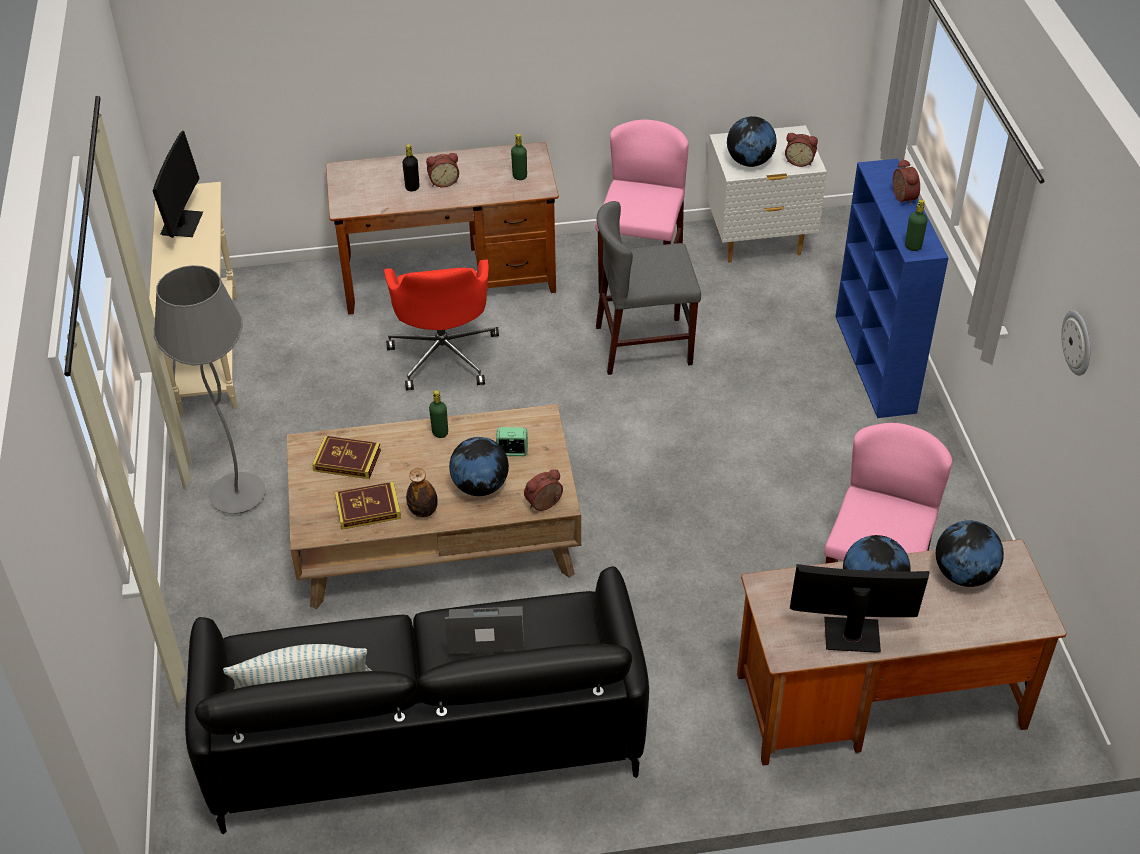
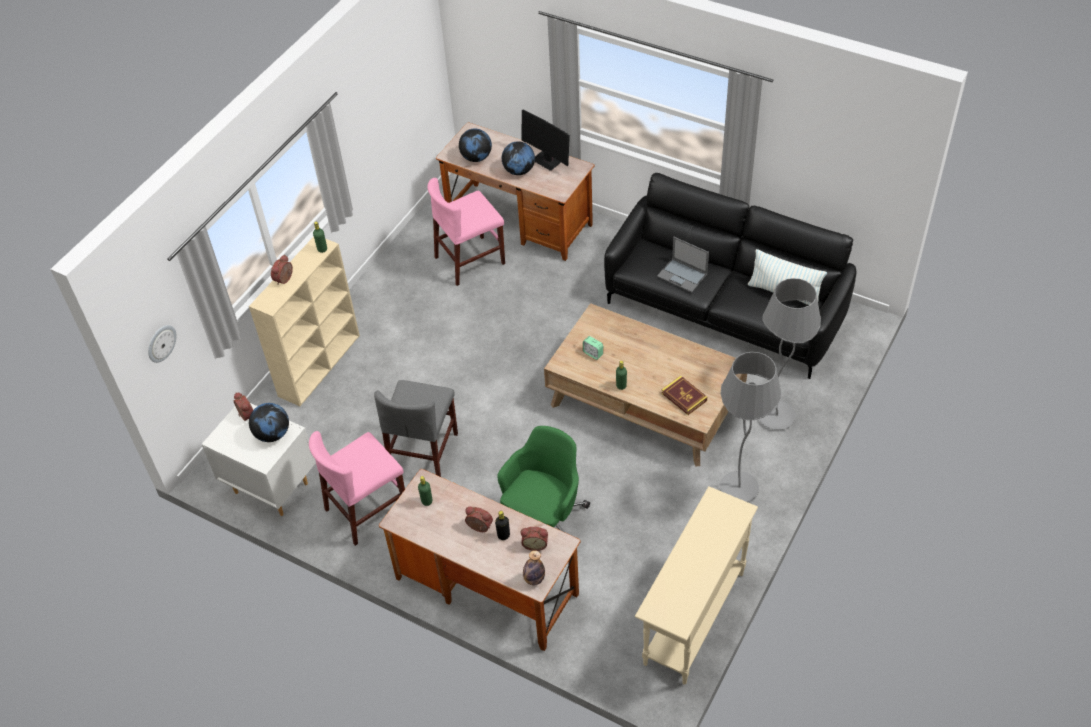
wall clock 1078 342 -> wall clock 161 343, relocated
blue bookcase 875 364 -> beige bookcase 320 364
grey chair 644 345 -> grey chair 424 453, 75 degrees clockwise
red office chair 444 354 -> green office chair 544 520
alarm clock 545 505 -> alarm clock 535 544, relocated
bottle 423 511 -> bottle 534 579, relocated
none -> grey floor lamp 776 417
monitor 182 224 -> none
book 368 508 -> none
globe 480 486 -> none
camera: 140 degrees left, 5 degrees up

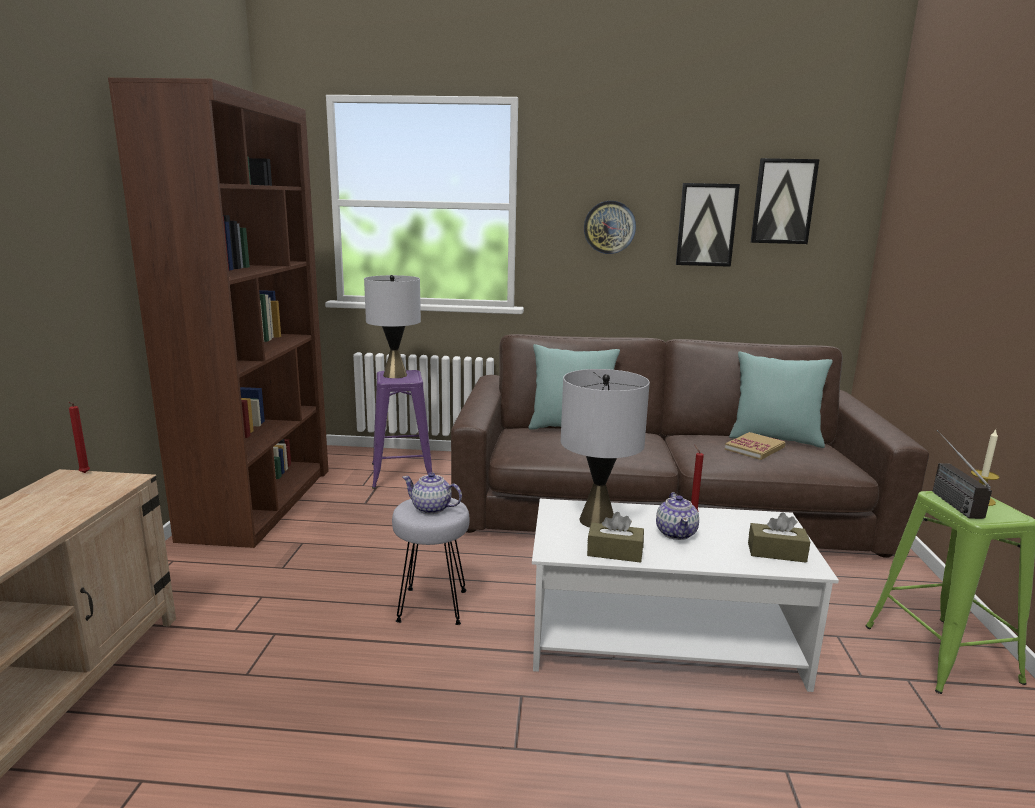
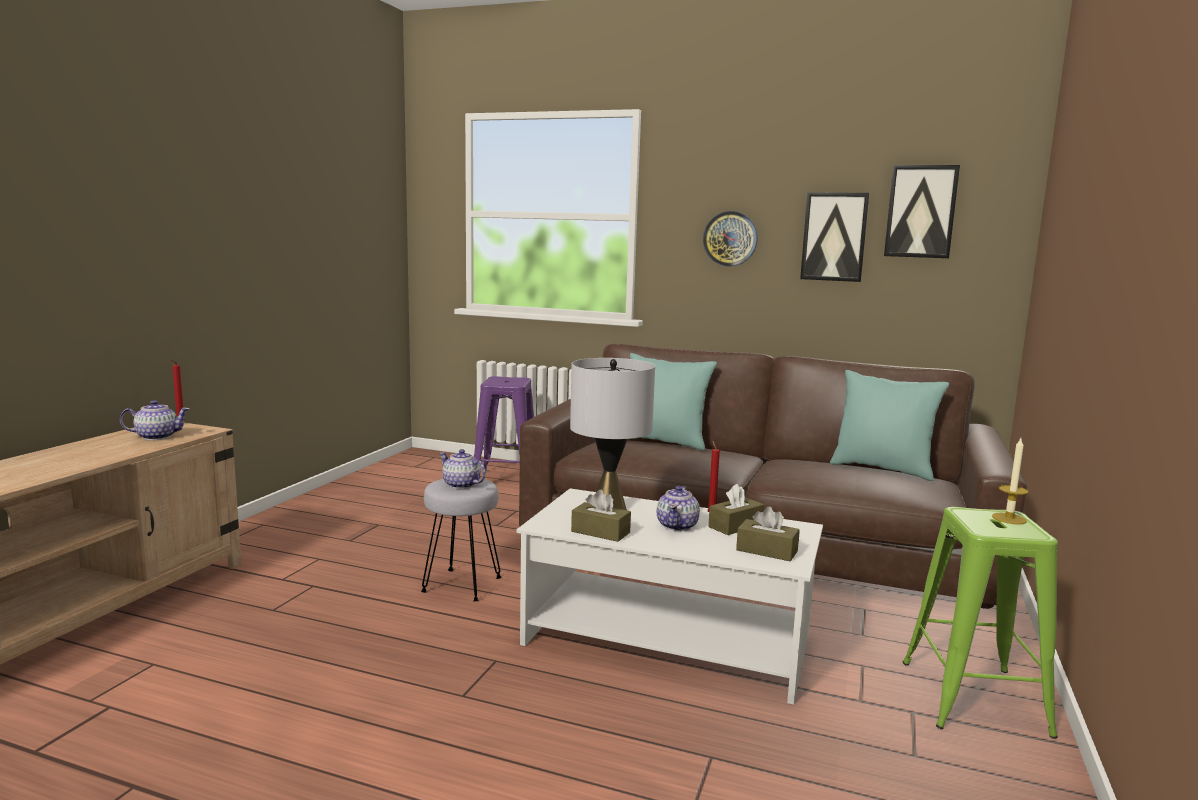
none -> teapot 156 436
none -> brown tissue box 735 526
brown bookcase 260 502 -> none
grey table lamp 395 375 -> none
book 754 448 -> none
radio 945 497 -> none
camera: 15 degrees right, 5 degrees down

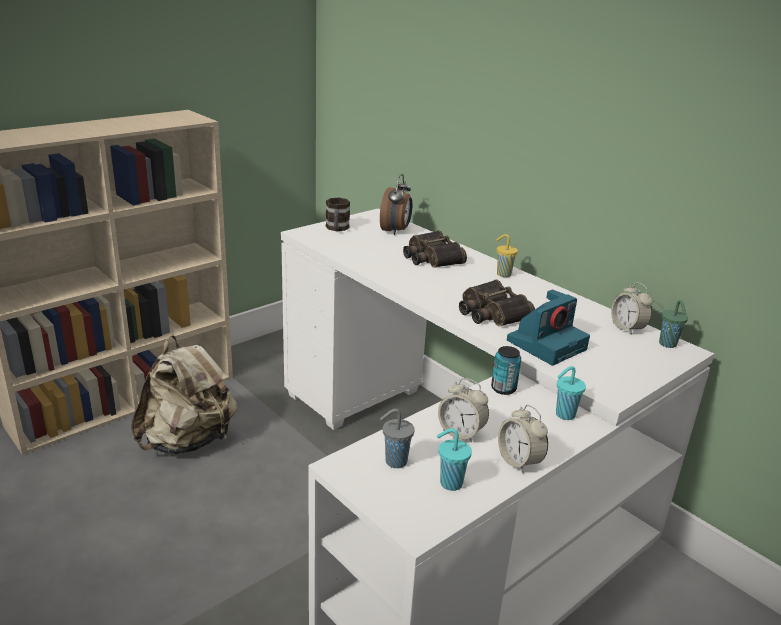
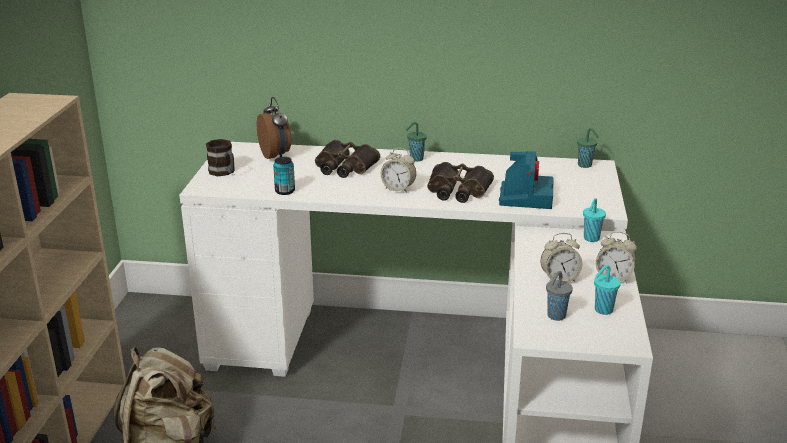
can 503 389 -> can 285 191, relocated
alarm clock 627 328 -> alarm clock 398 189, relocated
yellow cup 502 274 -> green cup 415 159
camera: 40 degrees left, 0 degrees up

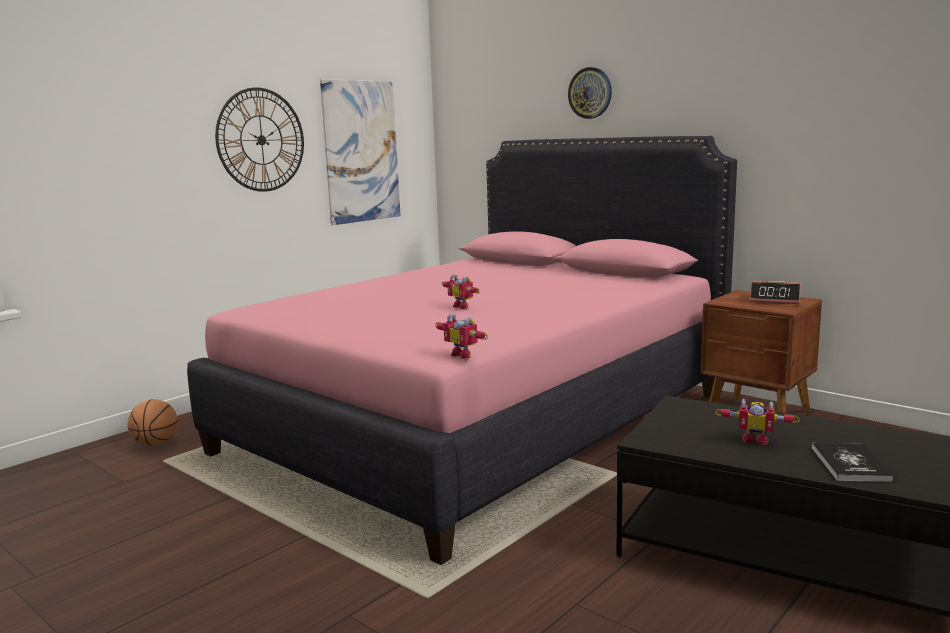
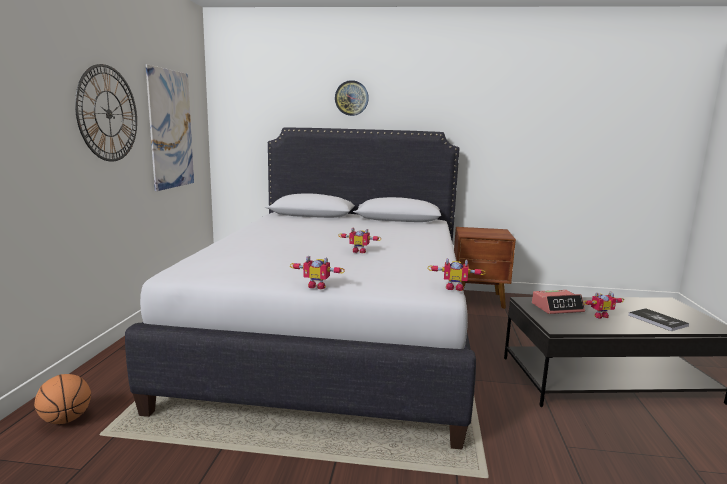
pink bed 480 422 -> white bed 335 335
none -> toy robot 317 286
alarm clock 775 300 -> alarm clock 557 307, relocated
camera: 35 degrees left, 0 degrees up

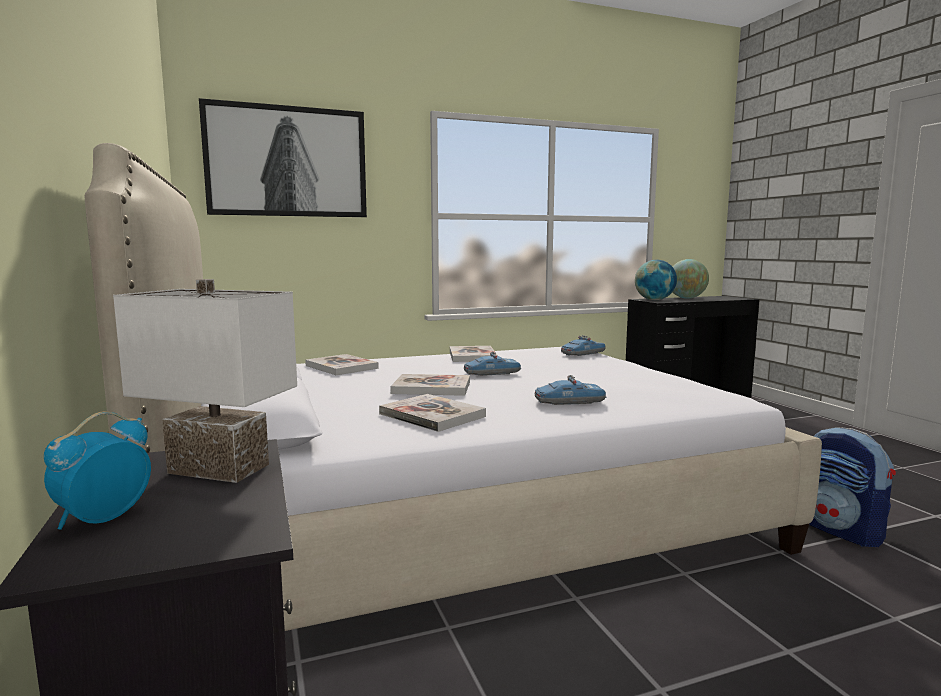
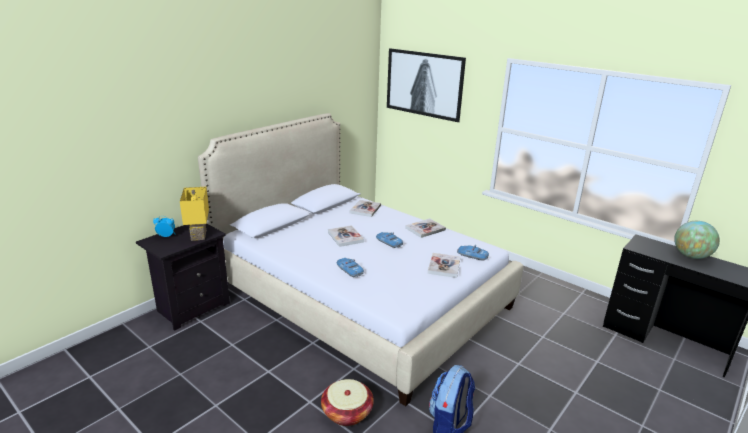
white table lamp 223 467 -> yellow table lamp 200 235
none -> basket 347 412
book 432 415 -> book 444 266, relocated
globe 654 300 -> none
camera: 60 degrees right, 15 degrees up

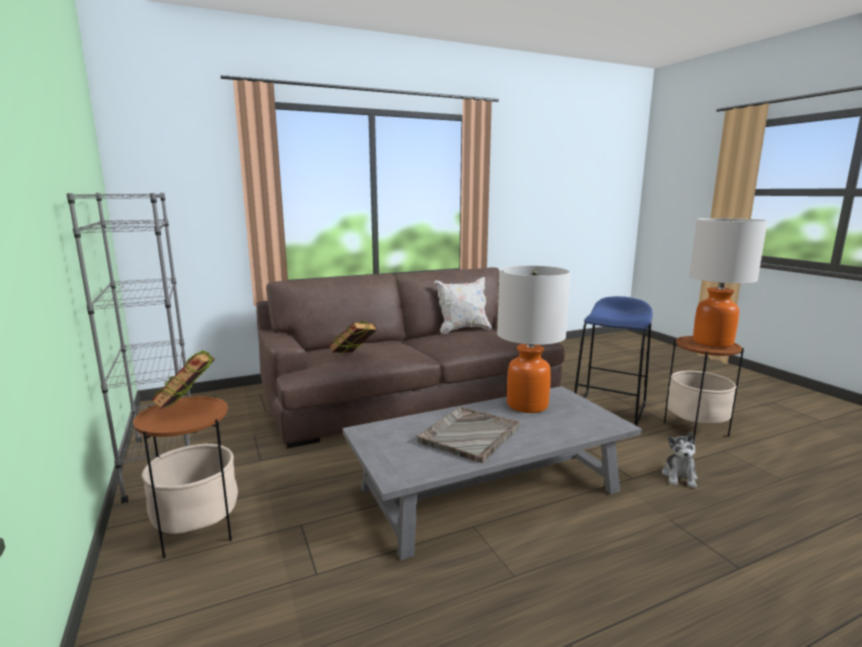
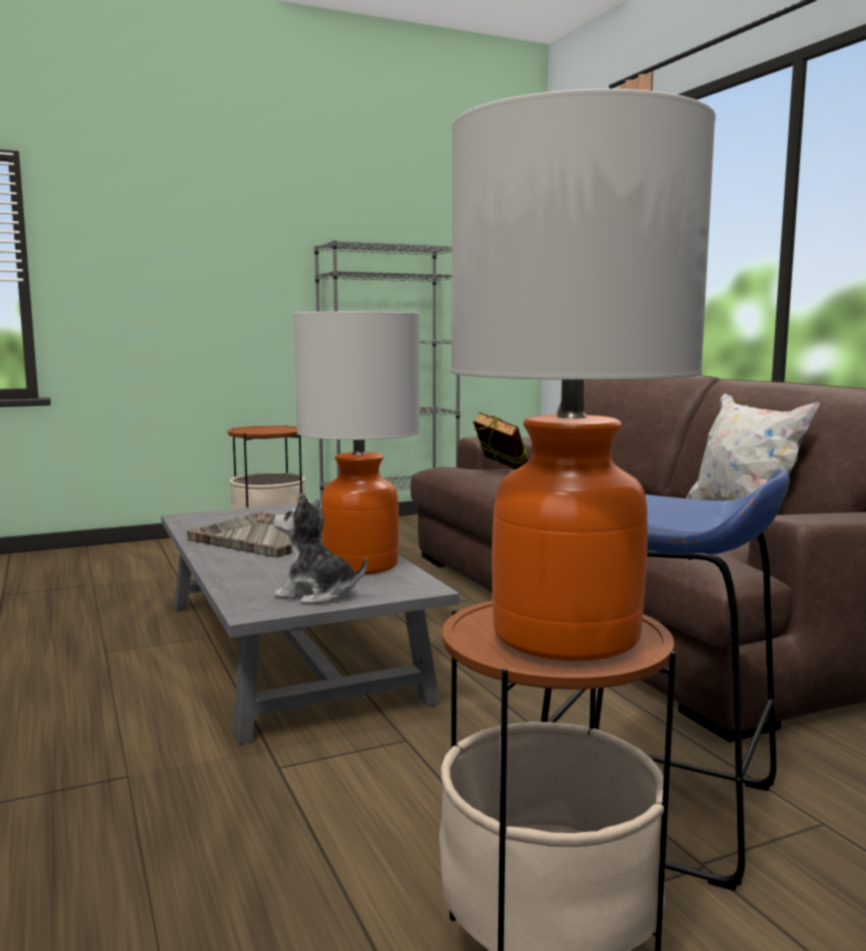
plush toy 679 476 -> plush toy 316 594, relocated
book 188 406 -> none
camera: 90 degrees right, 5 degrees down

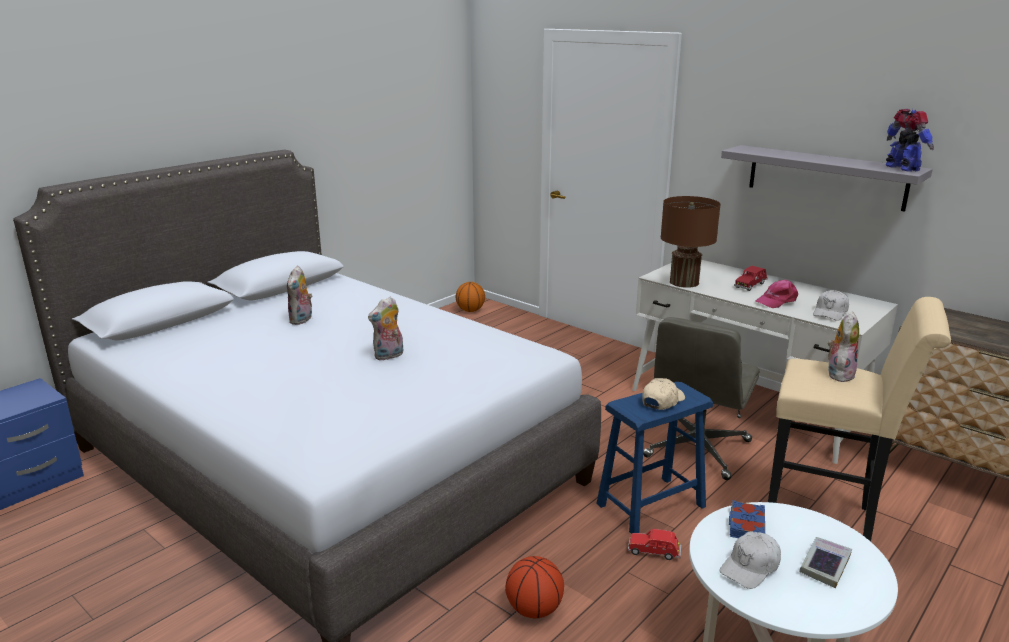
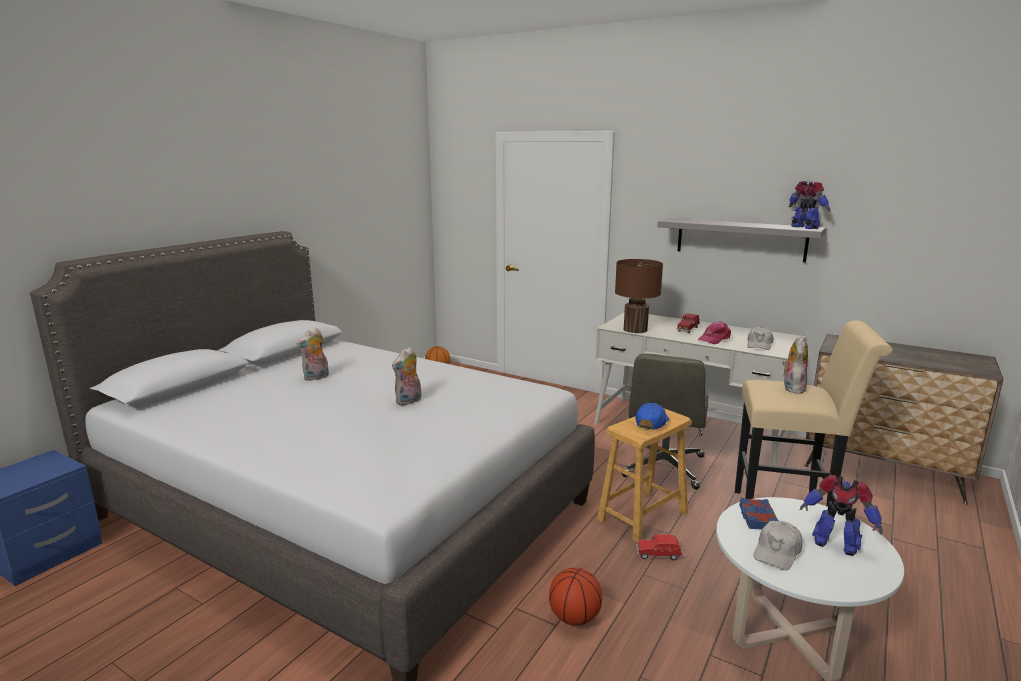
plush toy 302 320 -> plush toy 316 377, 45 degrees clockwise
blue stool 650 505 -> brown stool 642 516
beige cap 662 401 -> blue cap 651 422
book 824 565 -> toy robot 835 544
camera: 10 degrees left, 5 degrees down

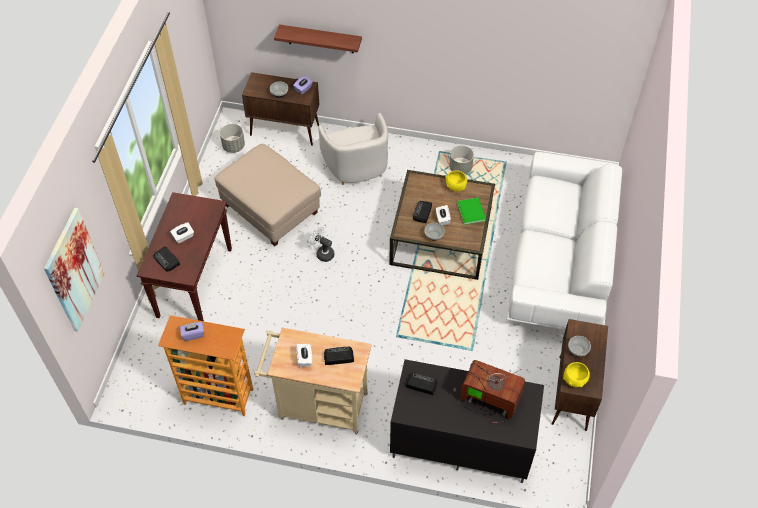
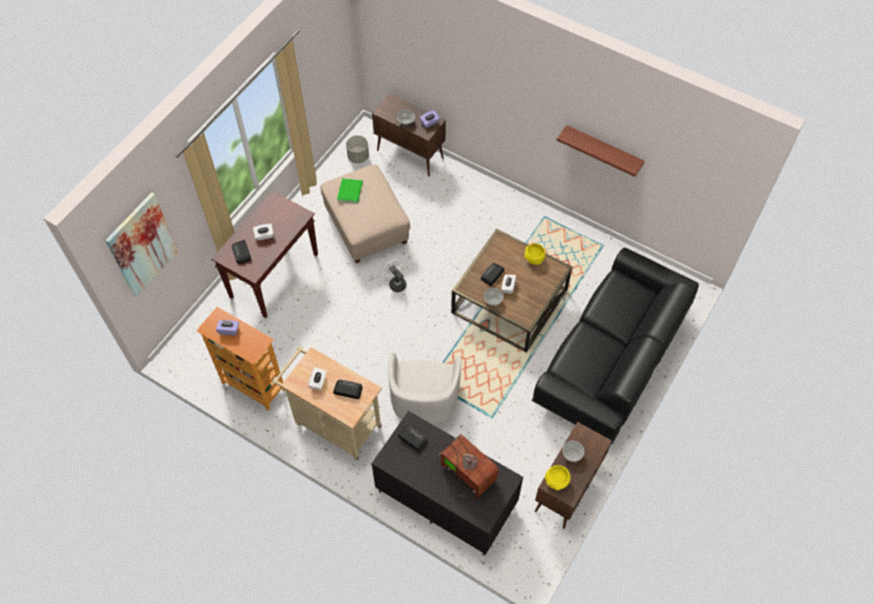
green book 471 211 -> green book 351 190, relocated
white armchair 357 167 -> white armchair 424 400, relocated
white sofa 559 262 -> black sofa 611 359
shelf 320 39 -> shelf 603 150, relocated
grey planter 460 168 -> none
camera: 20 degrees right, 5 degrees up

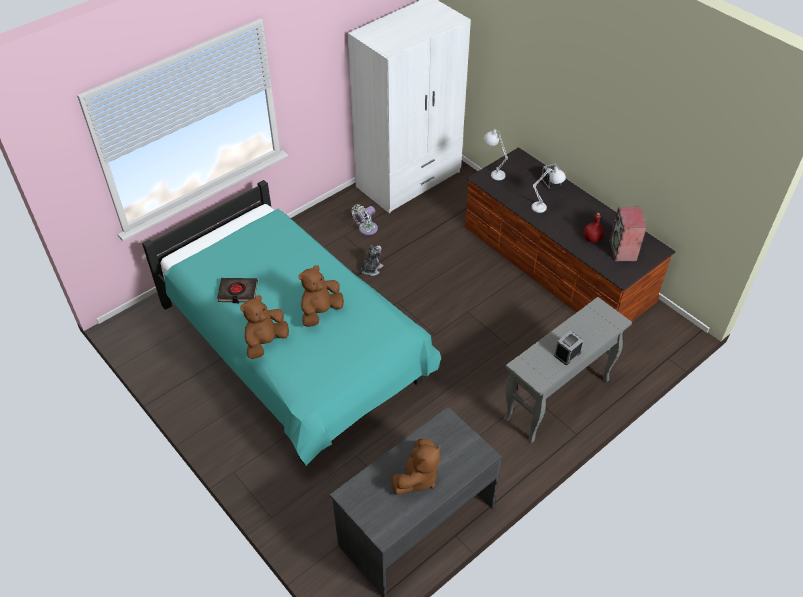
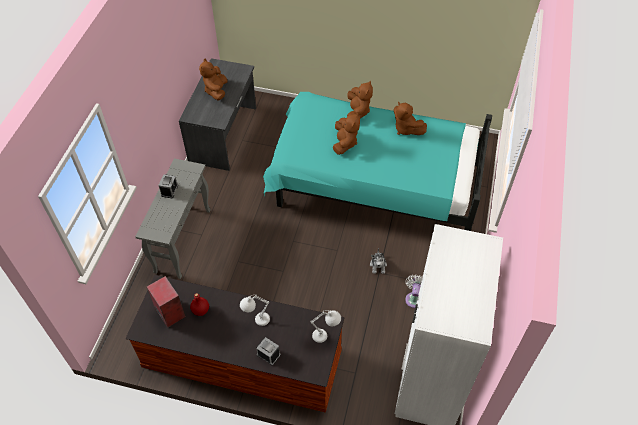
black book 238 292 -> brown plush toy 406 129
camera: 145 degrees right, 5 degrees up

